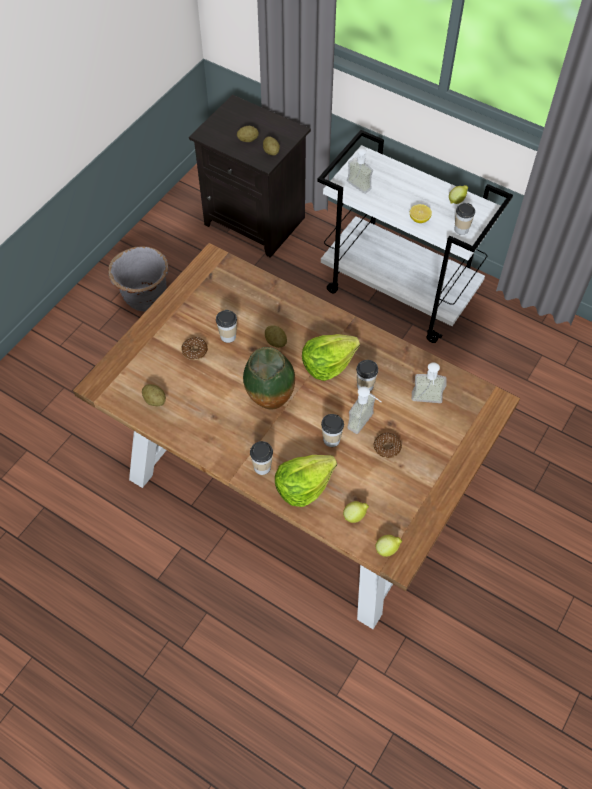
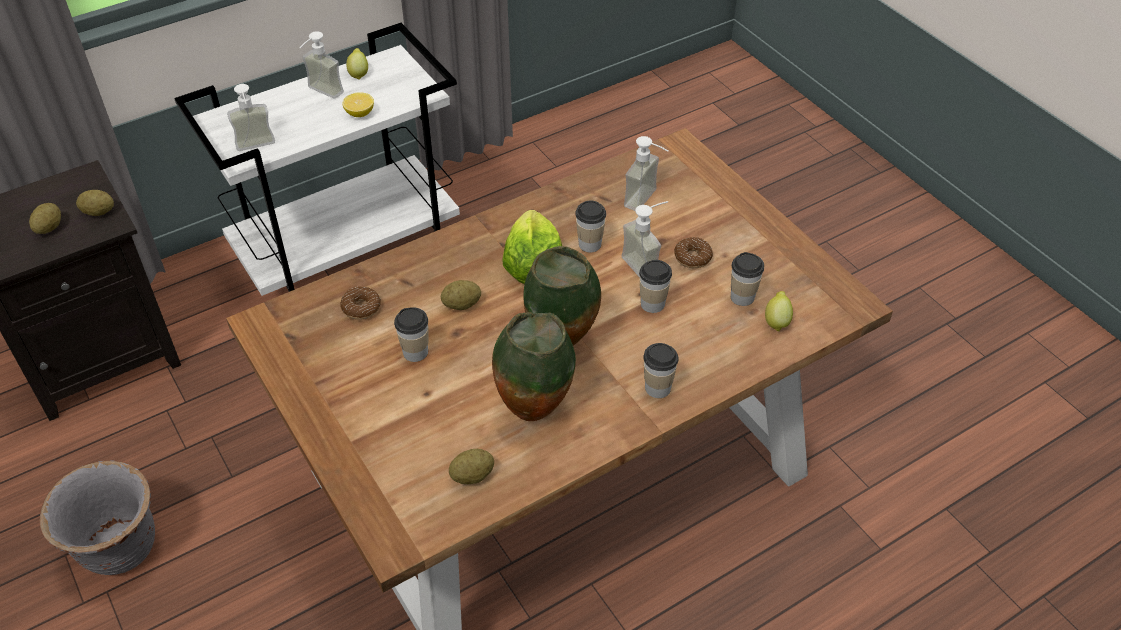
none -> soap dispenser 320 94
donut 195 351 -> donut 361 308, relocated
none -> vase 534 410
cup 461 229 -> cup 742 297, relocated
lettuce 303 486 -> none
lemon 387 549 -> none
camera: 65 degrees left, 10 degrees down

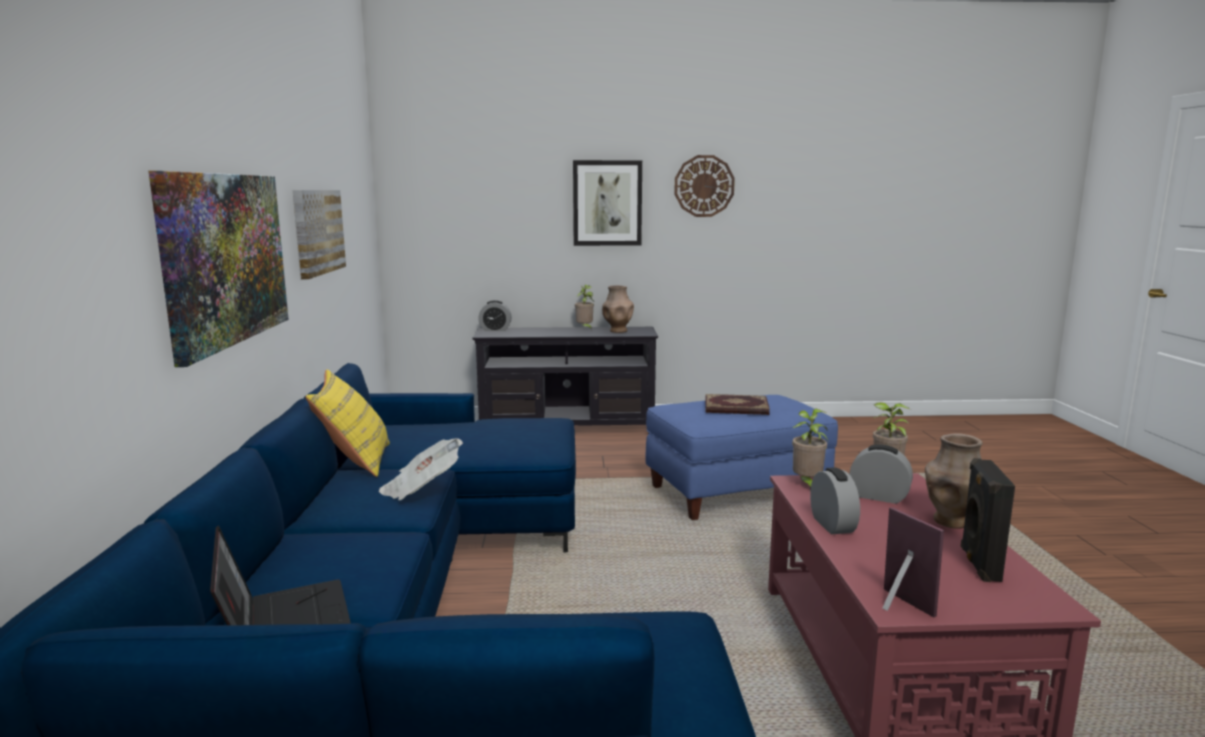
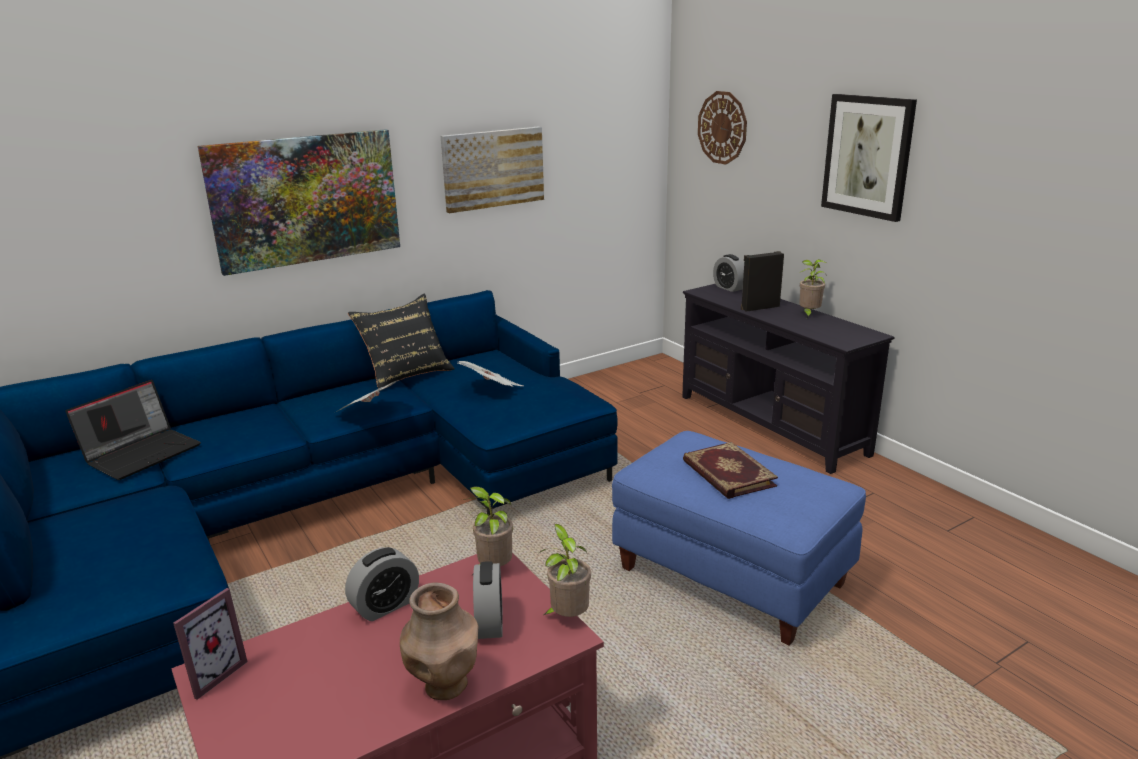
yellow pillow 355 461 -> black pillow 406 374
none -> newspaper 491 390
wall clock 704 186 -> wall clock 722 127, relocated
black speaker 978 564 -> black speaker 759 307, relocated
brown vase 618 331 -> none
camera: 60 degrees right, 10 degrees up

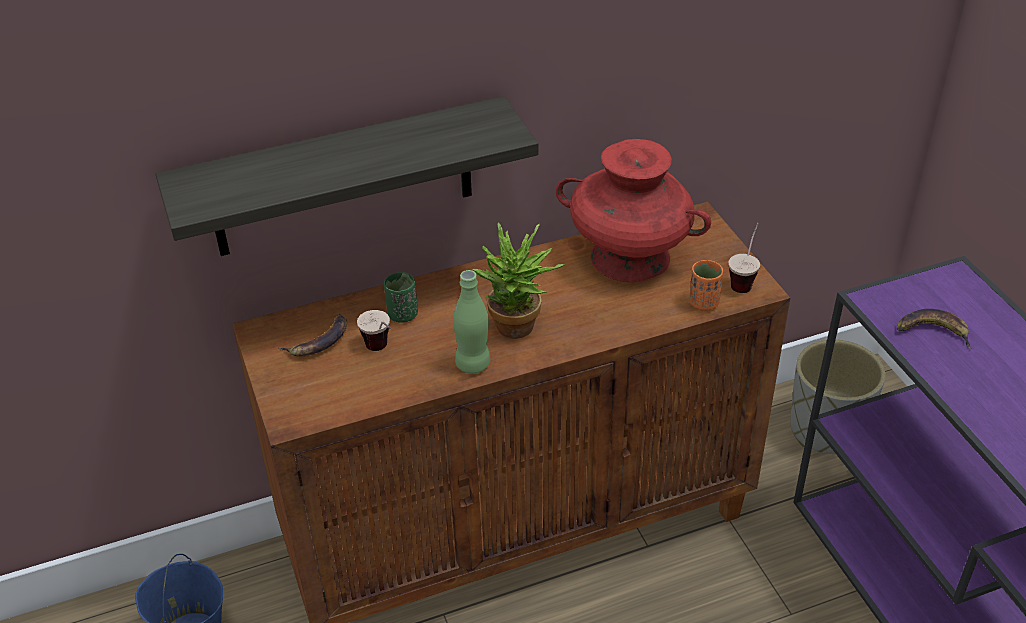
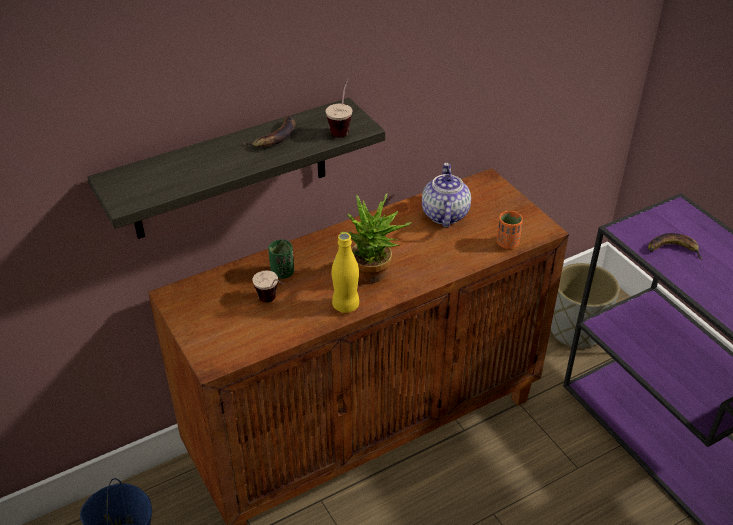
banana 319 341 -> banana 274 136, relocated
cup 744 279 -> cup 342 127, relocated
green bottle 473 364 -> yellow bottle 345 305
red vase 629 257 -> teapot 444 214
camera: 10 degrees left, 0 degrees up

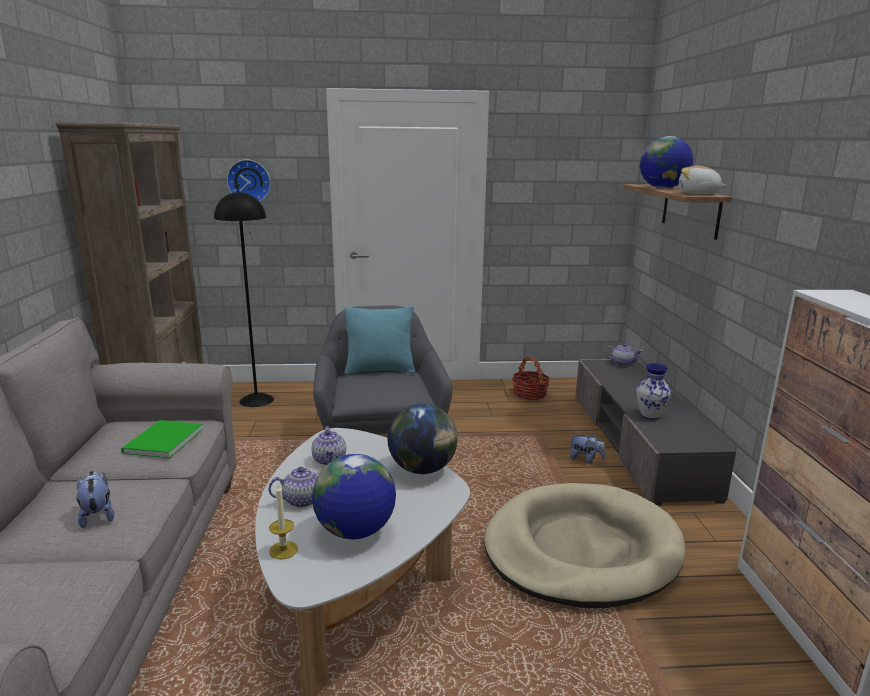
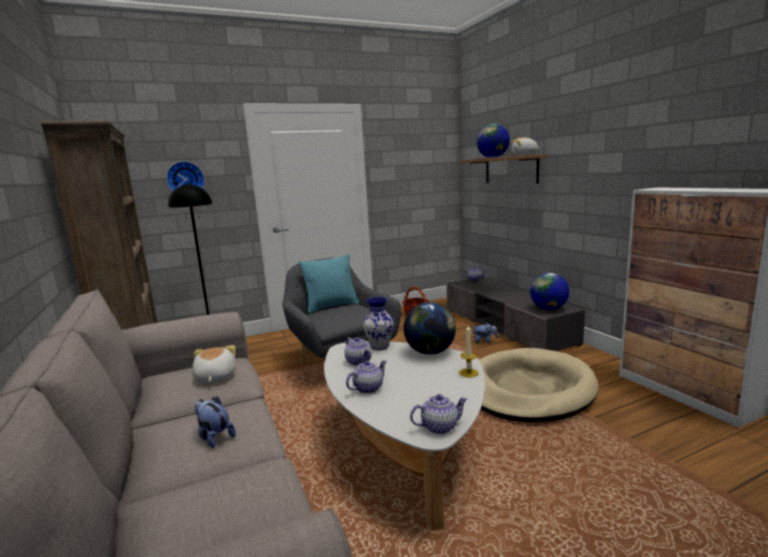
green book 161 442 -> plush toy 214 377
vase 649 415 -> vase 379 346, relocated
none -> teapot 440 426
candle 283 550 -> candle 468 373, relocated
globe 355 531 -> globe 548 309, relocated
camera: 20 degrees left, 5 degrees down

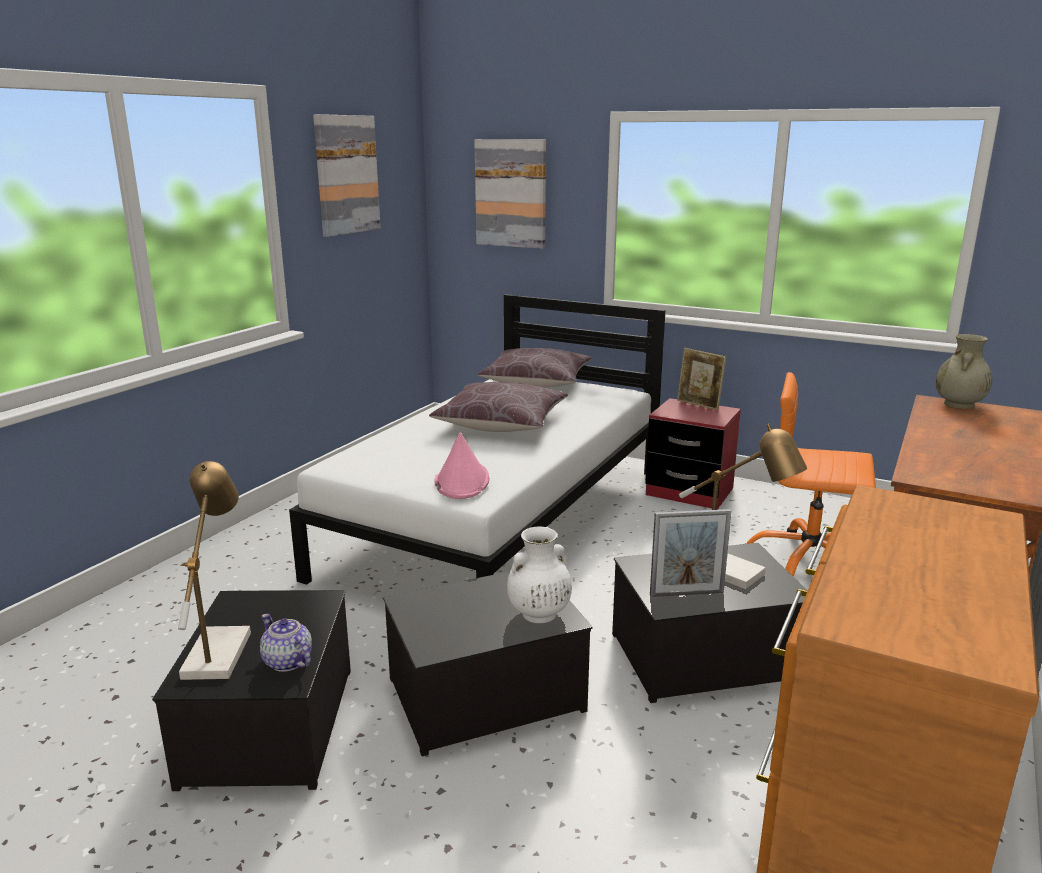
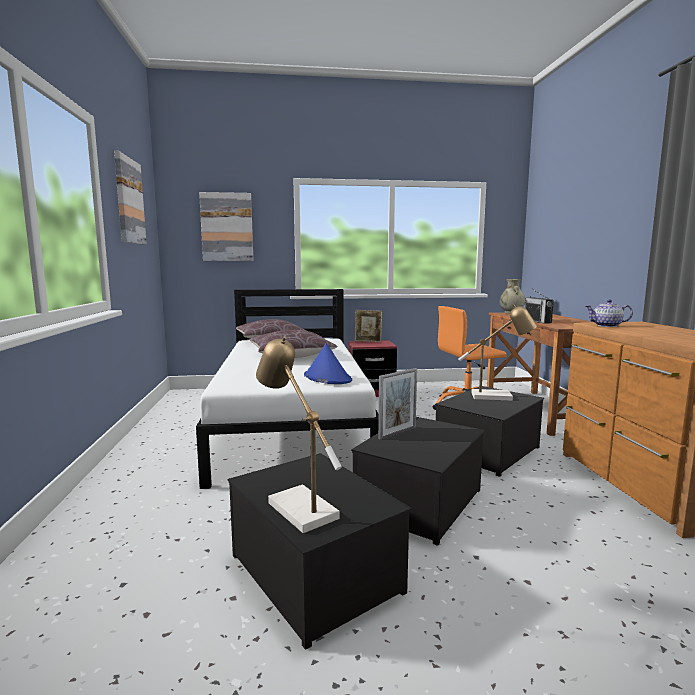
pink hat 461 481 -> blue hat 327 378
picture frame 686 594 -> picture frame 397 433, relocated
none -> radio 537 321
teapot 287 662 -> teapot 607 326, relocated
white vase 538 614 -> none
camera: 35 degrees left, 10 degrees down

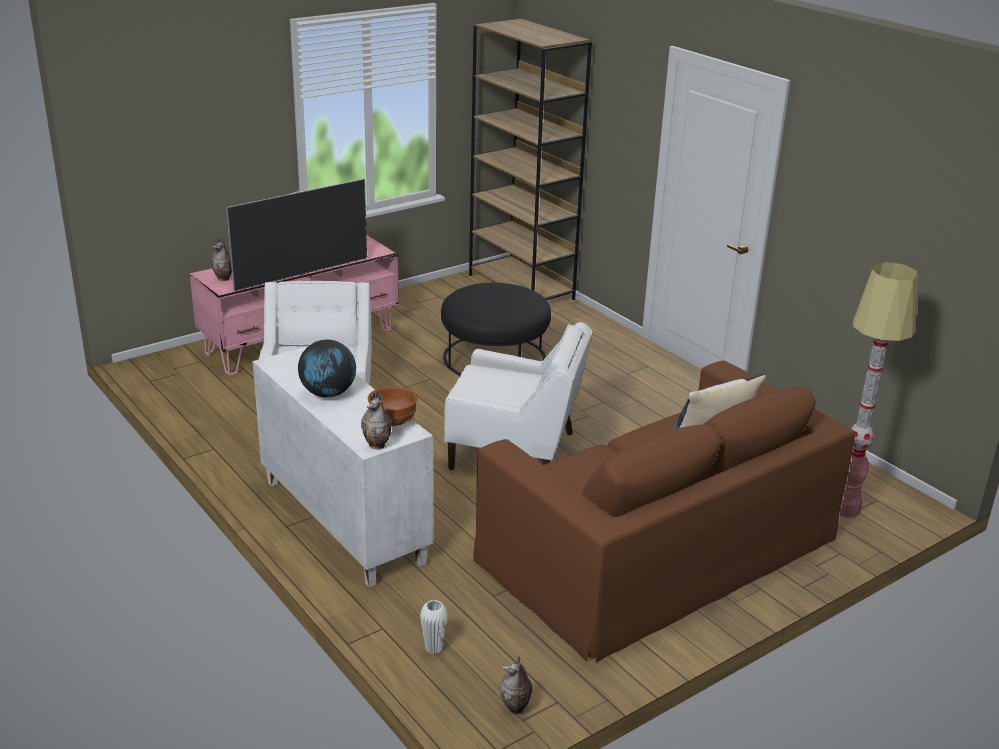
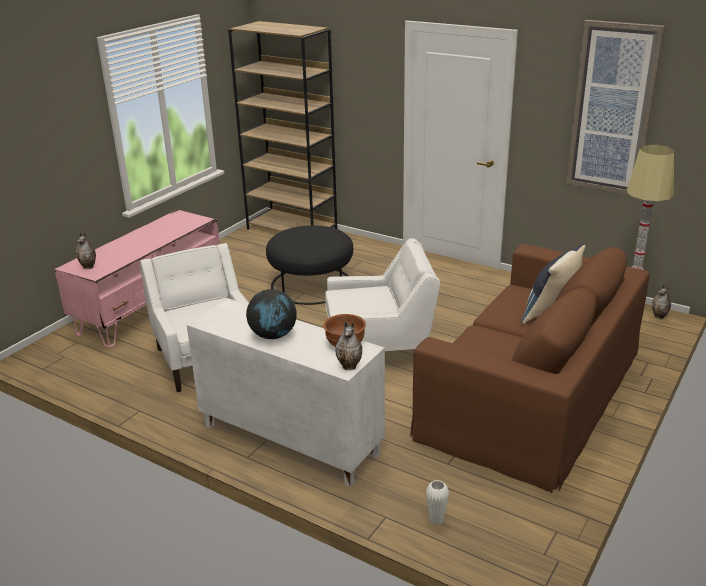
none -> picture 613 109
vase 515 709 -> vase 659 317, relocated
television 302 274 -> none
camera: 20 degrees left, 0 degrees up

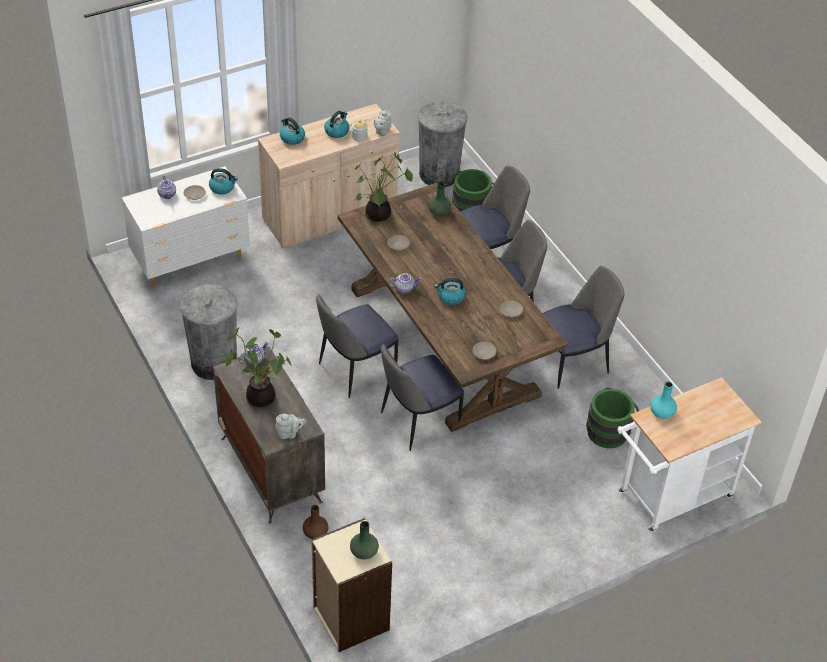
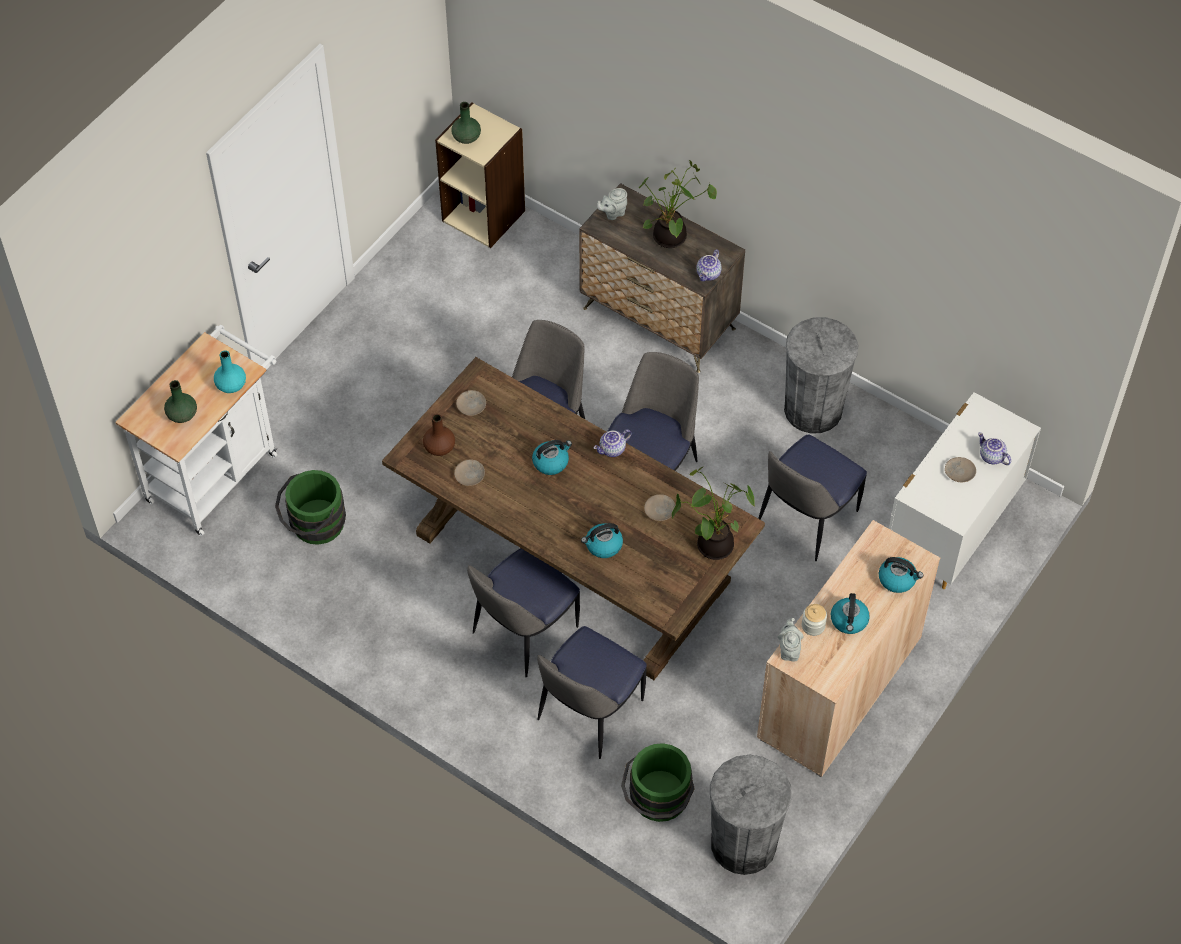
green vase 439 211 -> green vase 182 415, relocated
brown vase 315 533 -> brown vase 439 447, relocated
kettle 222 188 -> kettle 603 545, relocated
chair 573 362 -> chair 806 519, relocated
camera: 155 degrees right, 10 degrees up

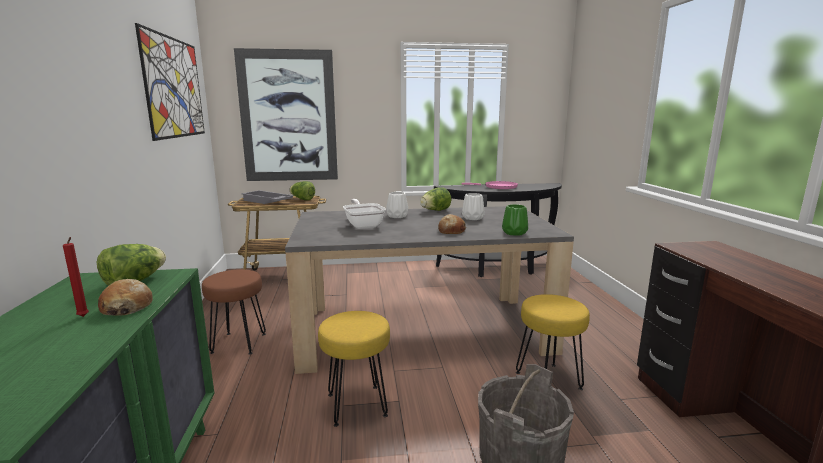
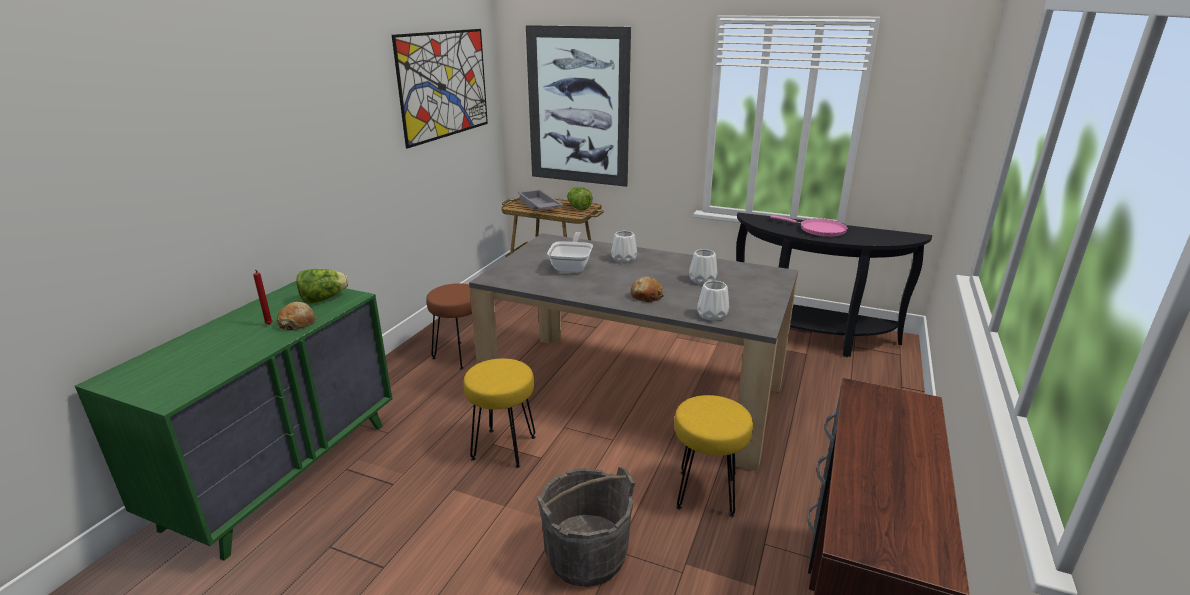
green vase 514 233 -> white vase 712 316
lettuce 435 211 -> none
camera: 30 degrees right, 10 degrees up

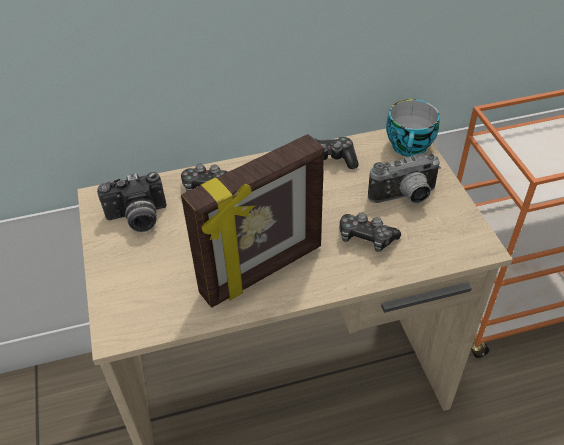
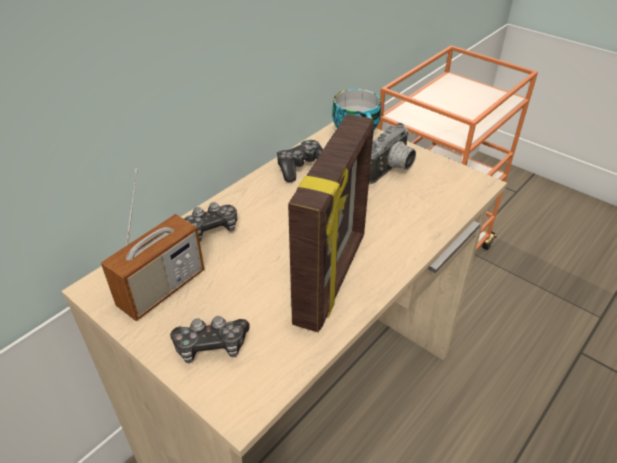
photo camera 138 219 -> radio 162 289
game controller 366 238 -> game controller 211 346, relocated
camera: 35 degrees left, 5 degrees down

